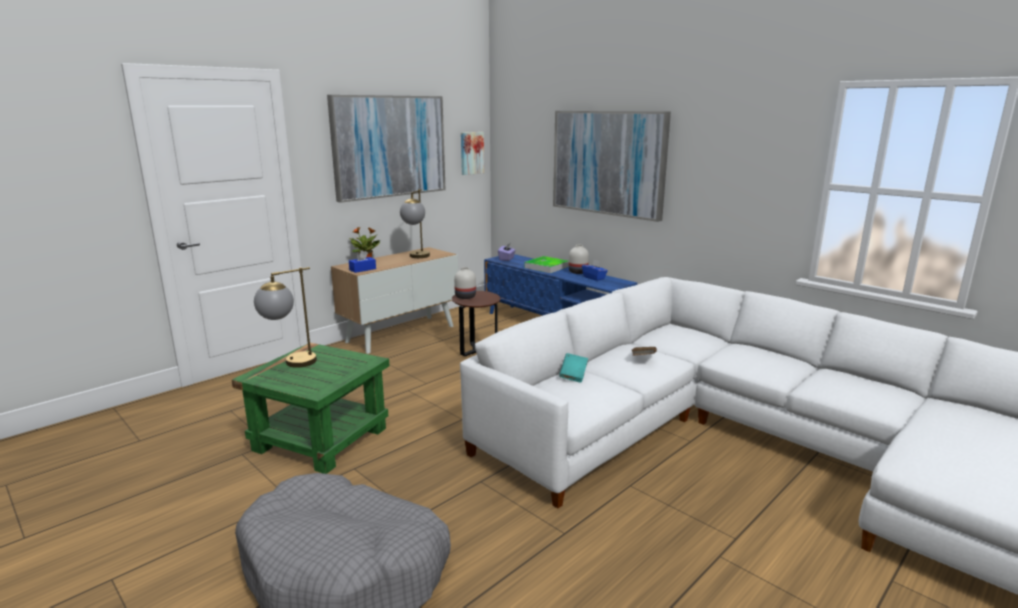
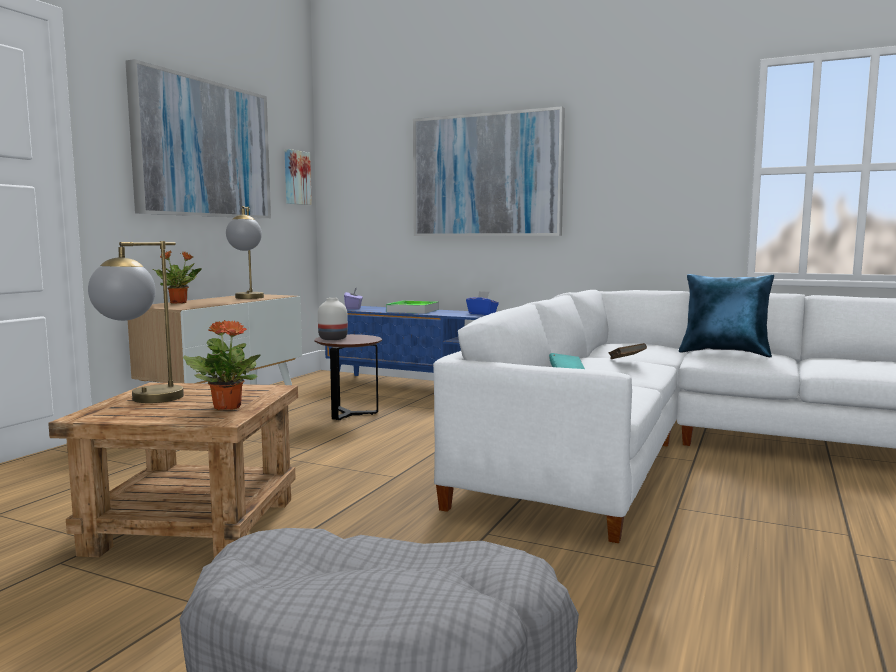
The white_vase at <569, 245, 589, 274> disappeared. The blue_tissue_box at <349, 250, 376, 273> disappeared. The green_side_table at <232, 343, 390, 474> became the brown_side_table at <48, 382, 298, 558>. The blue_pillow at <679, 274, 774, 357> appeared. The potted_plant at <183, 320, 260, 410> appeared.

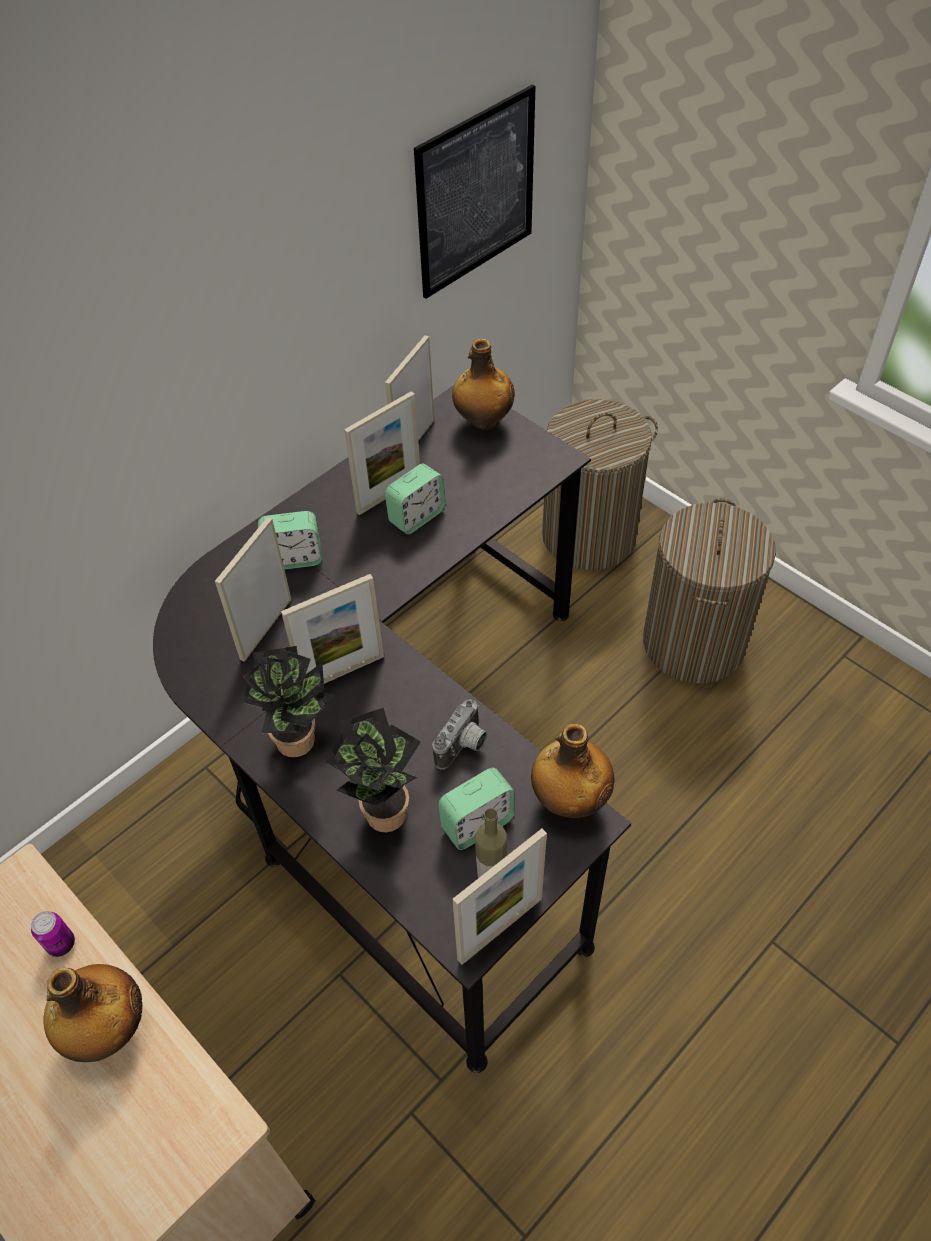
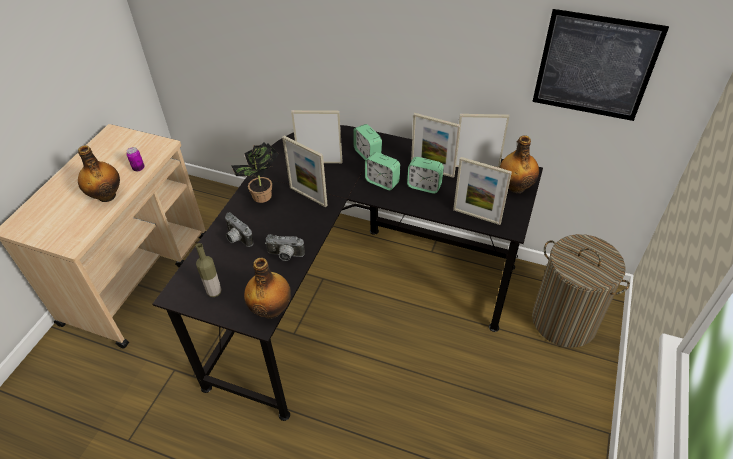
The laundry_basket at <643, 499, 776, 683> disappeared. The potted_plant at <326, 708, 421, 832> was replaced by the photo_camera at <225, 212, 253, 247>. The alarm_clock moved from <438, 768, 515, 850> to <365, 152, 400, 190>. The picture_frame moved from <453, 829, 547, 965> to <453, 157, 512, 225>.

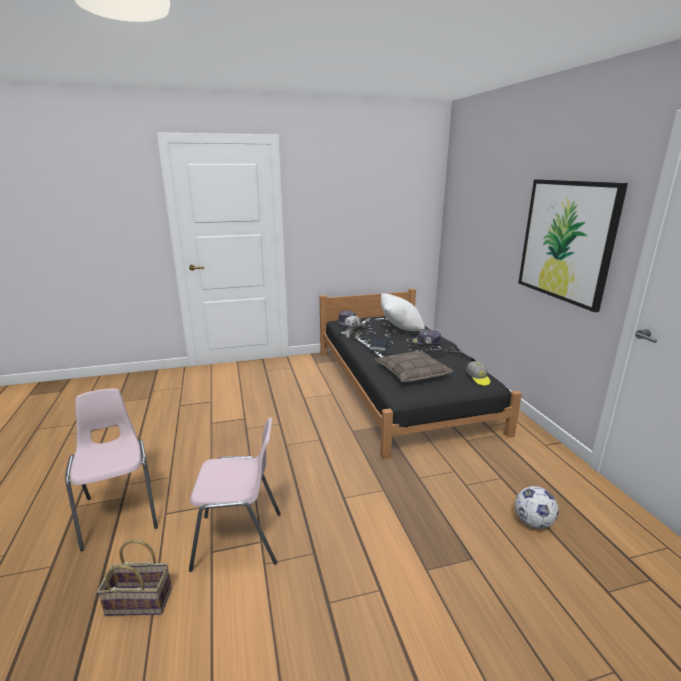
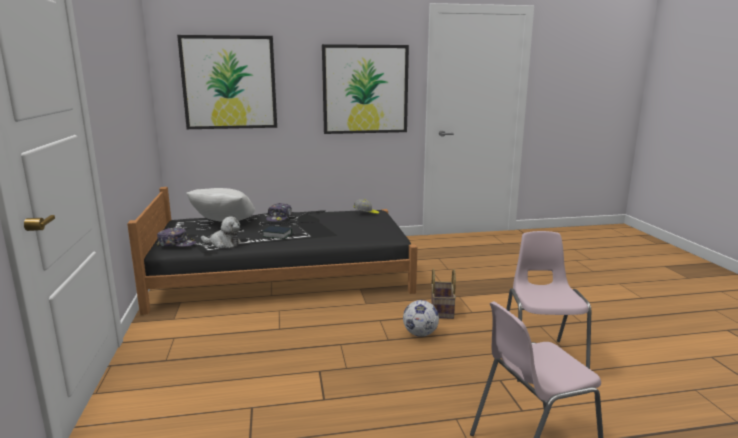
The pillow at <375, 351, 453, 382> disappeared. The football moved from <515, 486, 559, 529> to <403, 300, 439, 337>. The basket moved from <97, 540, 172, 616> to <431, 268, 456, 319>. The picture at <177, 35, 277, 129> appeared.

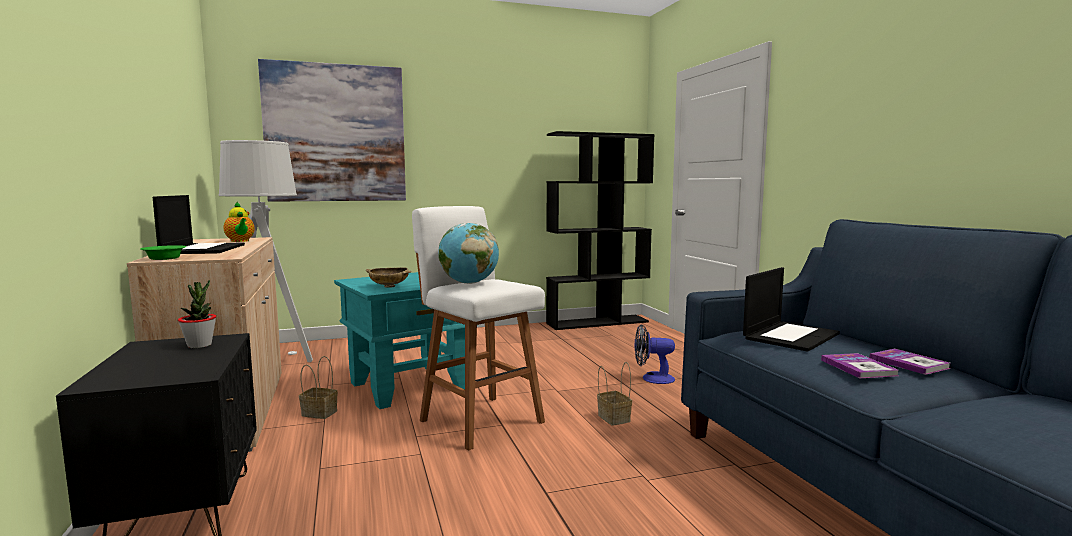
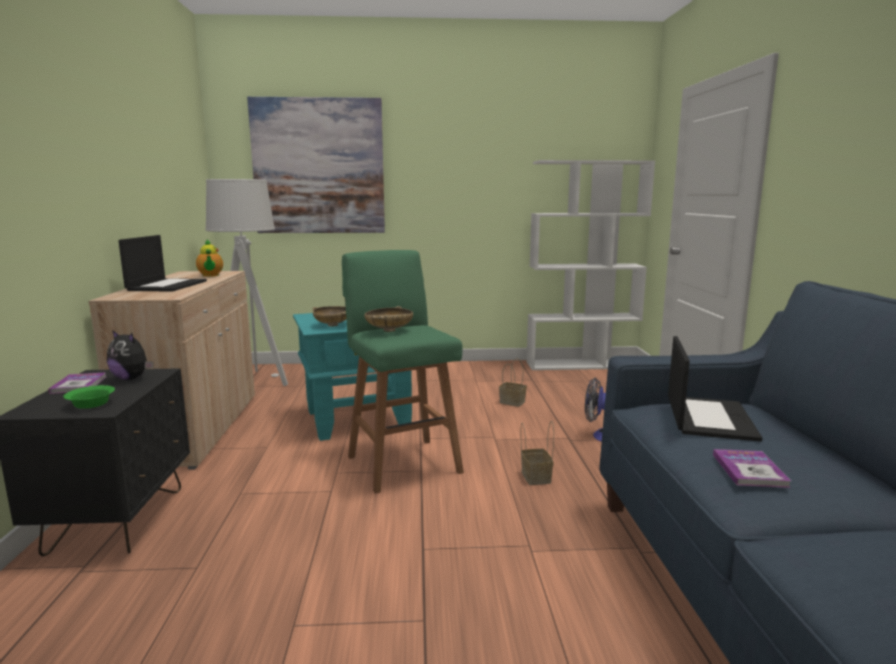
The black_bookcase at <546, 131, 654, 330> became the white_bookcase at <526, 160, 655, 370>. The white_stool at <412, 206, 545, 450> became the green_stool at <342, 250, 464, 494>. The globe at <438, 223, 499, 284> was replaced by the beige_bowl at <364, 306, 413, 332>. The green_bowl moved from <140, 245, 186, 260> to <63, 385, 115, 409>. The laptop at <743, 267, 840, 352> turned 45 degrees counterclockwise. The potted_plant at <178, 280, 216, 348> was replaced by the plush_toy at <107, 330, 153, 380>. The book moved from <869, 349, 950, 375> to <48, 372, 106, 394>. The basket moved from <299, 356, 338, 419> to <499, 358, 527, 407>.

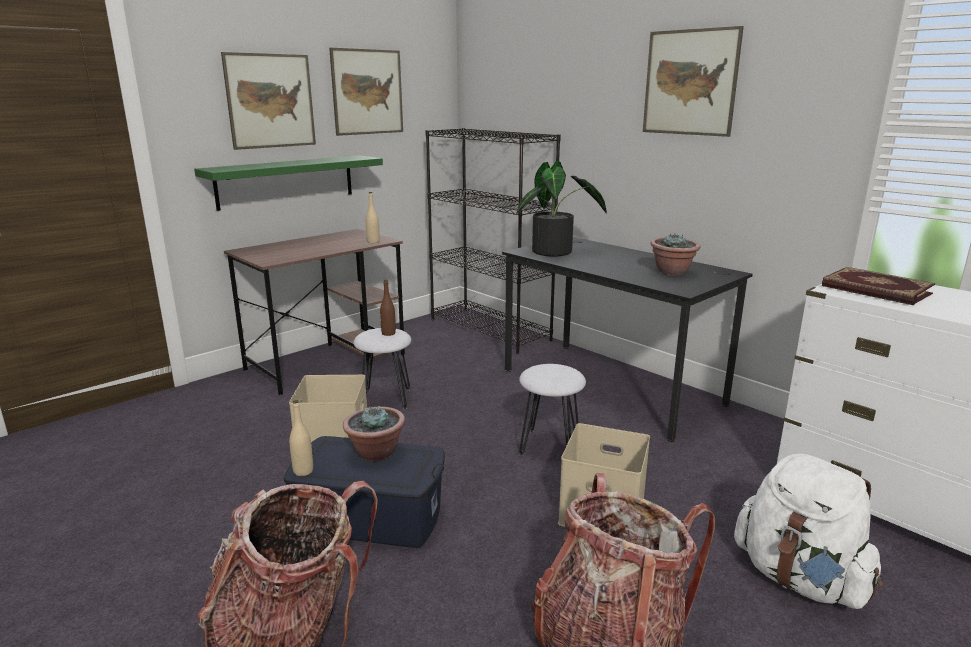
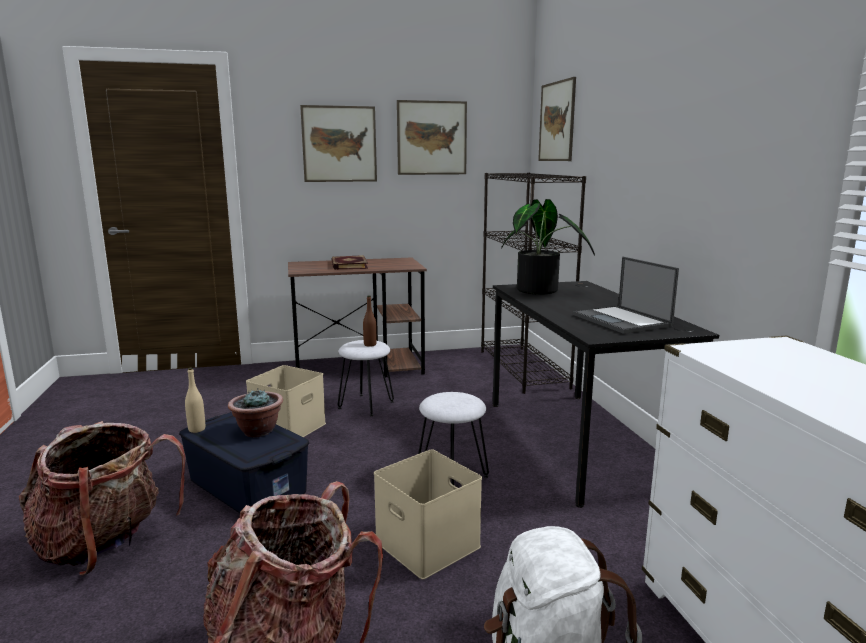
The picture moved from <643, 26, 744, 137> to <538, 77, 576, 161>. The green_shelf at <194, 155, 383, 211> disappeared. The beige_bottle at <366, 192, 380, 243> disappeared. The potted_plant at <650, 234, 701, 276> was replaced by the laptop at <573, 257, 679, 334>. The book moved from <822, 267, 935, 305> to <331, 255, 368, 270>.

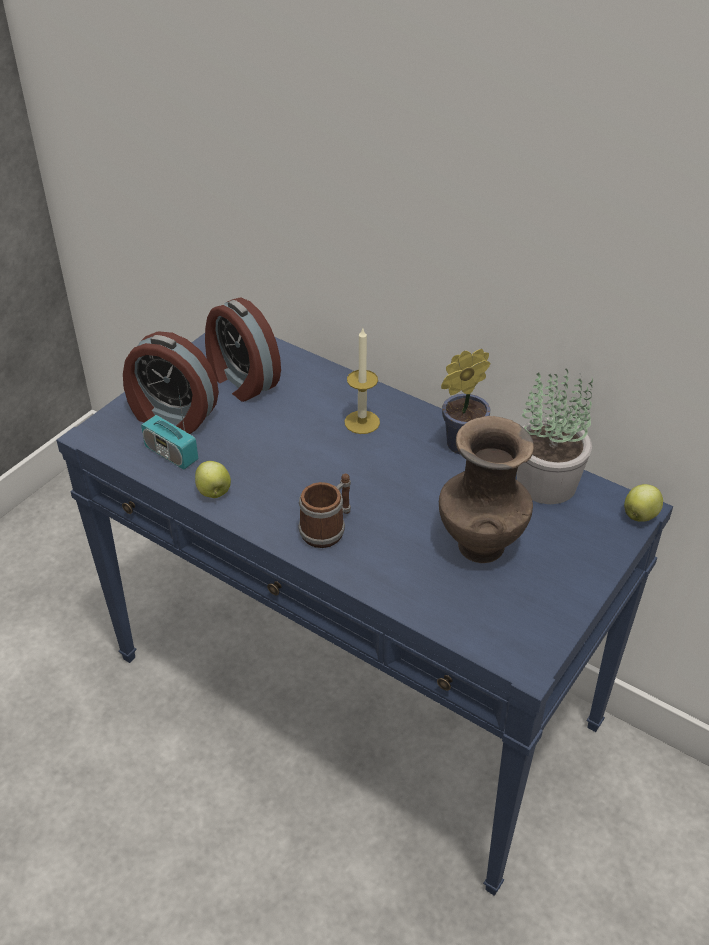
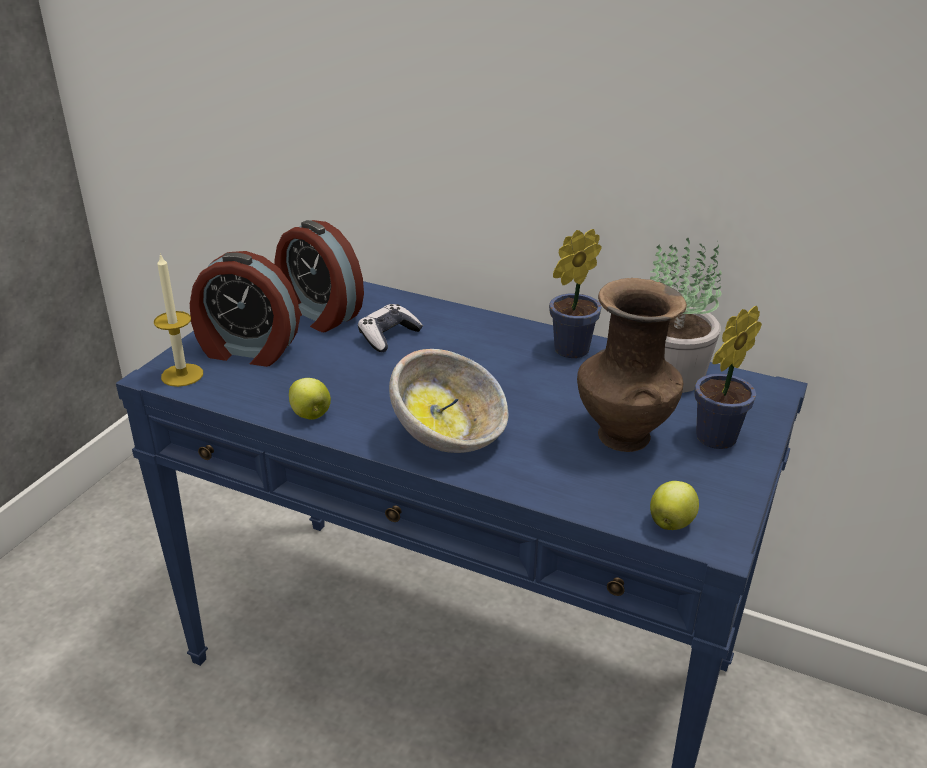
The candle moved from <345, 328, 380, 434> to <154, 253, 203, 387>. The radio at <141, 389, 198, 470> disappeared. The mug at <298, 473, 351, 548> was replaced by the bowl at <389, 349, 508, 453>. The apple moved from <624, 484, 663, 522> to <650, 481, 699, 530>. The game_controller at <358, 304, 423, 352> appeared. The potted_plant at <695, 306, 762, 449> appeared.

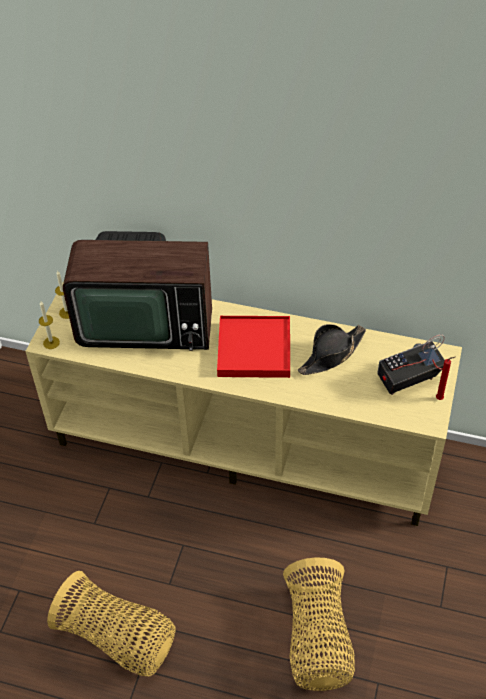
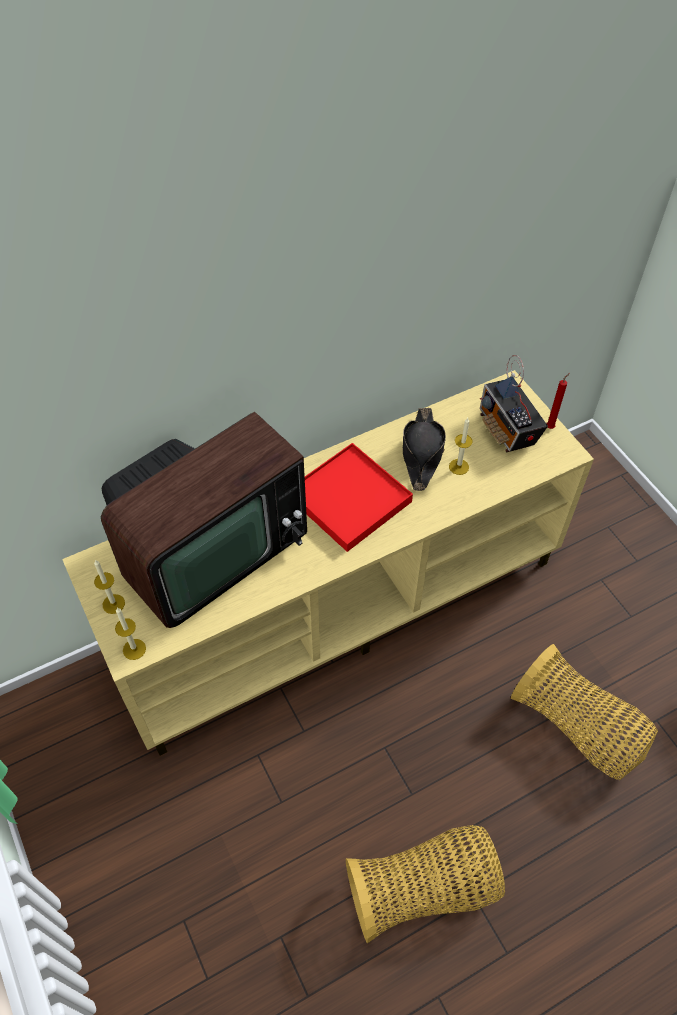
The radio at <377, 334, 445, 395> turned 45 degrees counterclockwise. The candle at <449, 418, 472, 475> appeared.

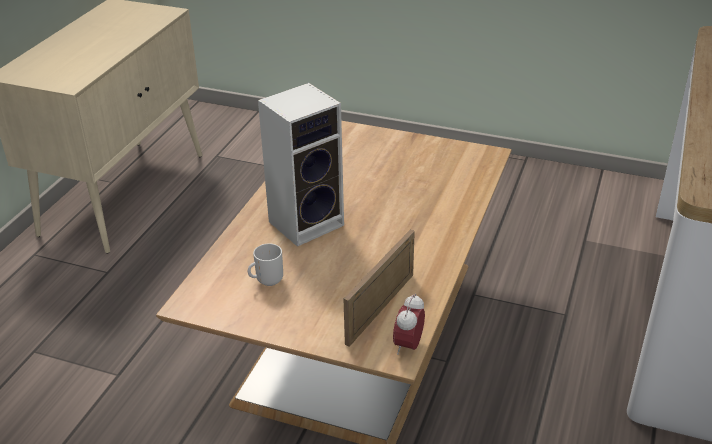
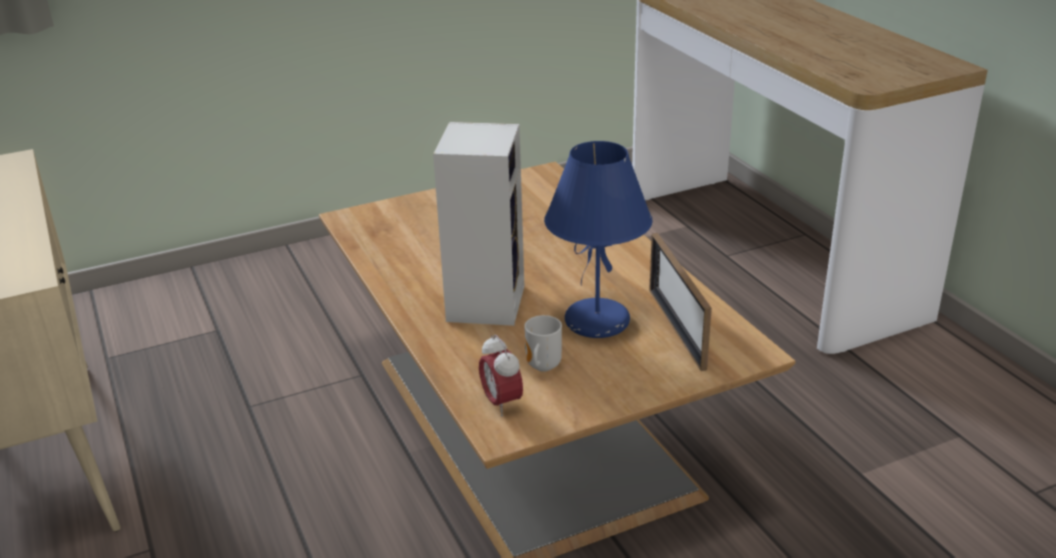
The alarm_clock moved from <393, 293, 425, 355> to <479, 334, 523, 416>. The blue_table_lamp at <544, 141, 653, 338> appeared.

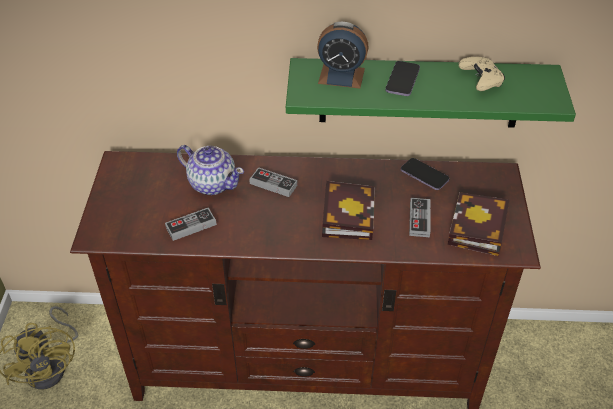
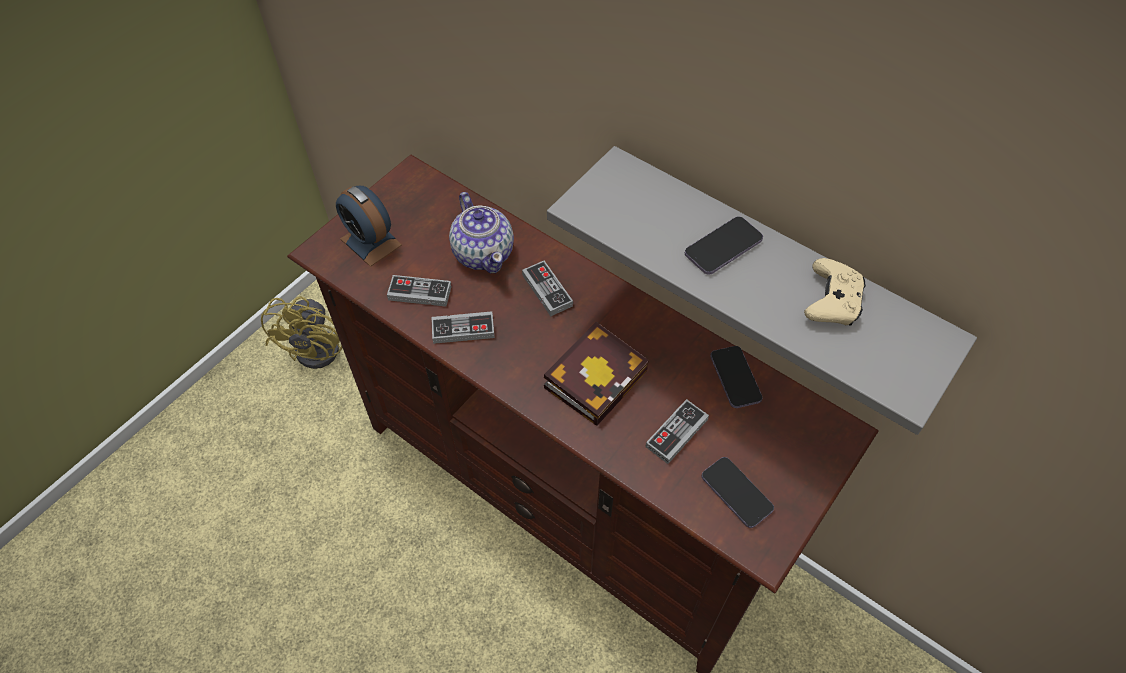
The alarm_clock moved from <317, 22, 369, 88> to <336, 186, 402, 267>. The green_shelf at <286, 58, 576, 128> became the grey_shelf at <547, 146, 977, 435>. The book at <448, 192, 509, 256> was replaced by the phone at <702, 457, 774, 528>. The game_controller at <432, 311, 495, 344> appeared.

